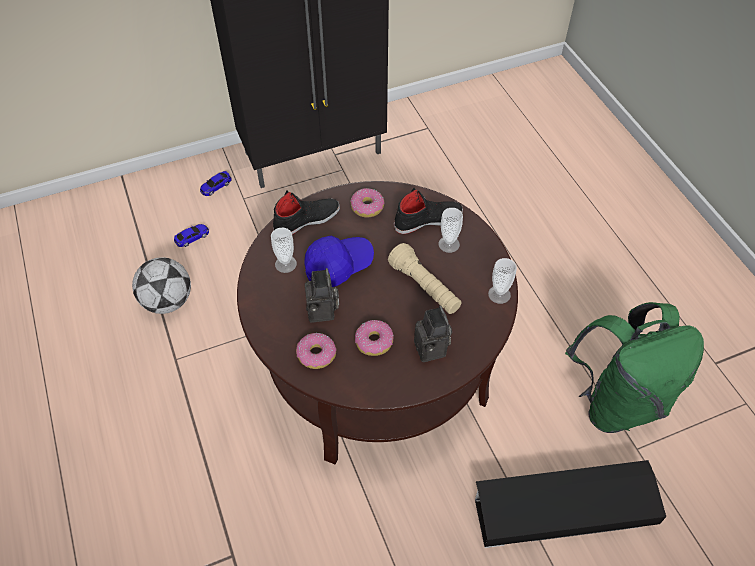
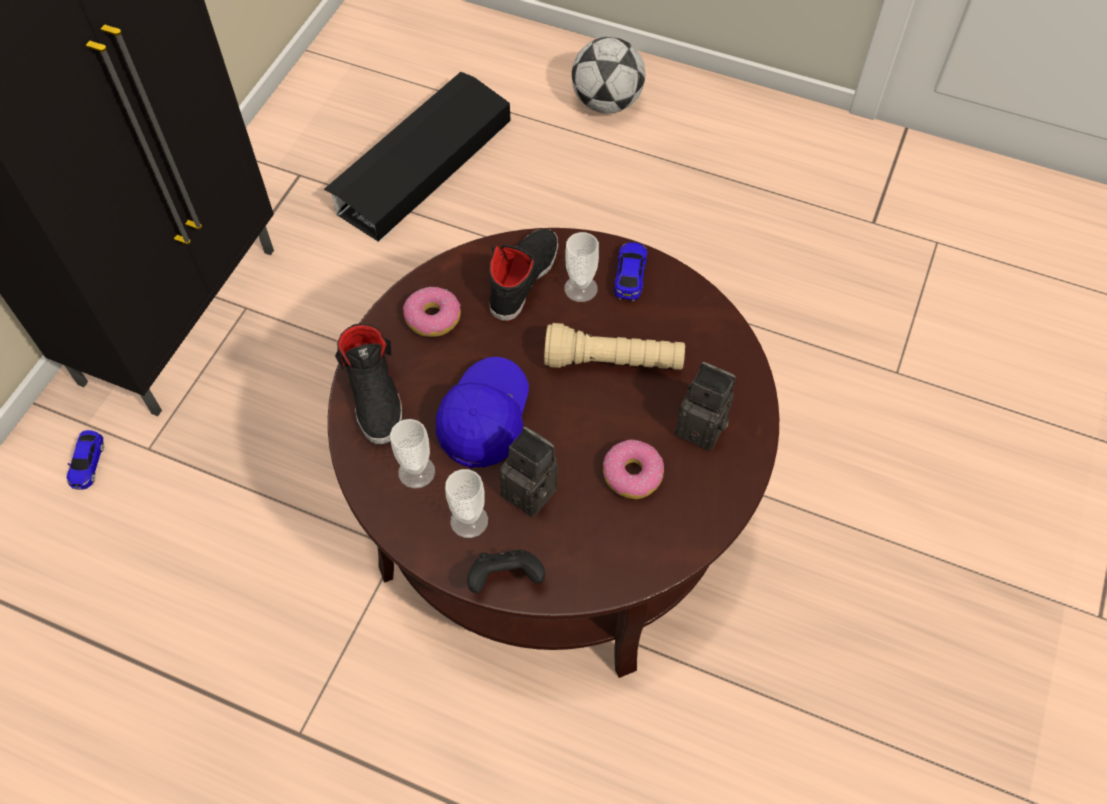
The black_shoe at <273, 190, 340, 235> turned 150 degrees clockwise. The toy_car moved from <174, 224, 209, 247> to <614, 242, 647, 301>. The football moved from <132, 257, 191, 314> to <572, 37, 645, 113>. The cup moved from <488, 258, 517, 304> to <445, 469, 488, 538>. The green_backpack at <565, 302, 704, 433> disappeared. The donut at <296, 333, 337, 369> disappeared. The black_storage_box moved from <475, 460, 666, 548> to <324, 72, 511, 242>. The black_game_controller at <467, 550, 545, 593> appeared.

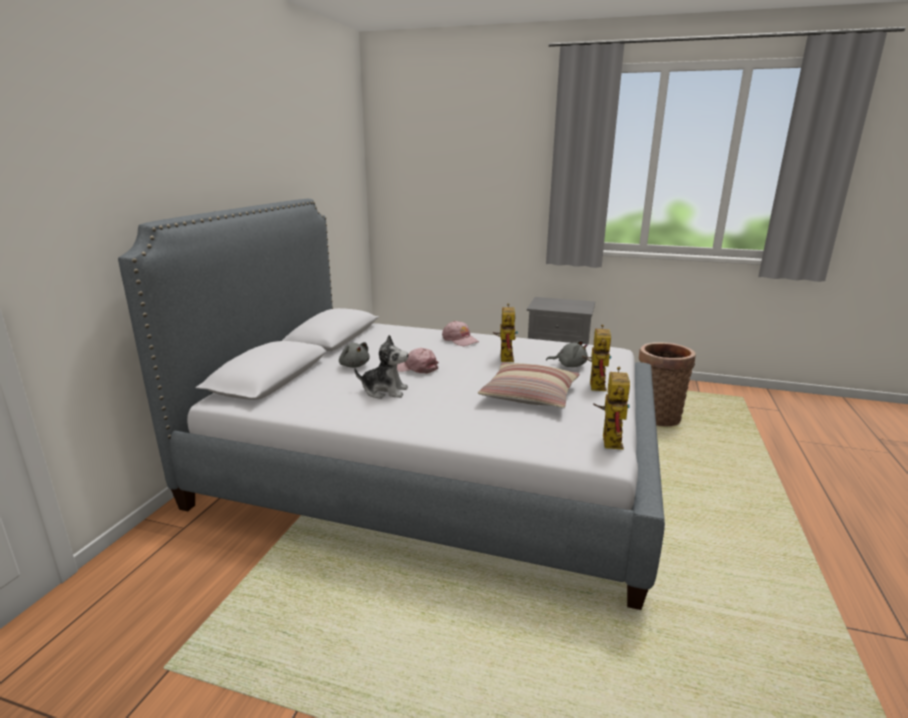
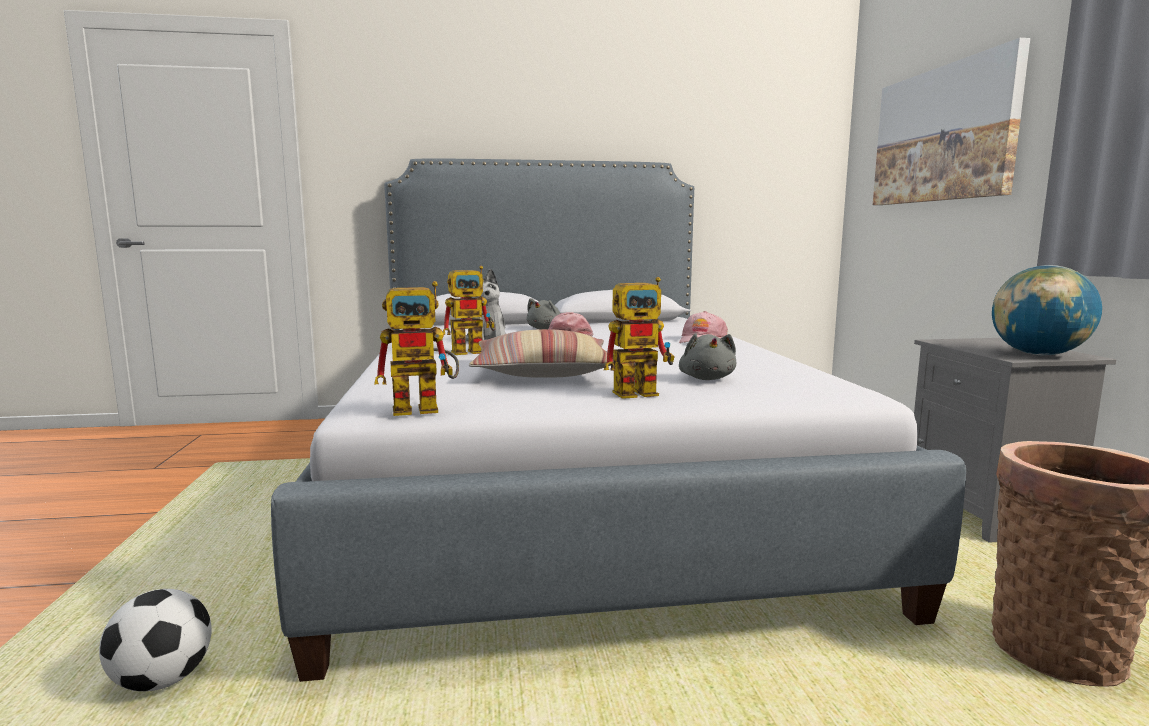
The toy_robot moved from <493, 303, 518, 362> to <443, 266, 496, 355>. The picture at <873, 38, 1030, 205> appeared. The globe at <992, 265, 1102, 355> appeared. The football at <99, 589, 212, 692> appeared.

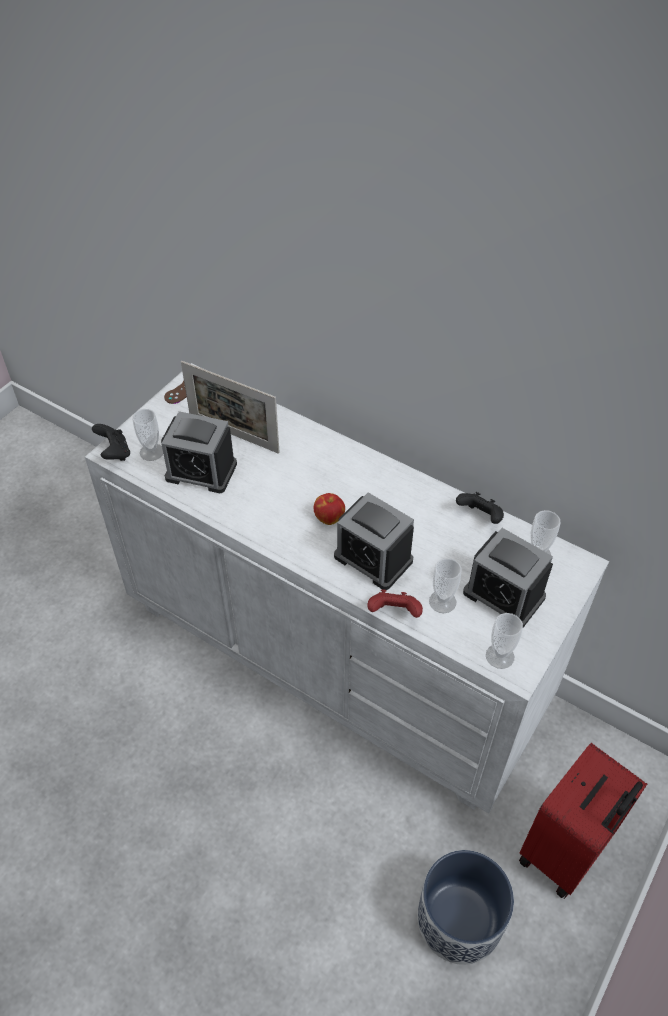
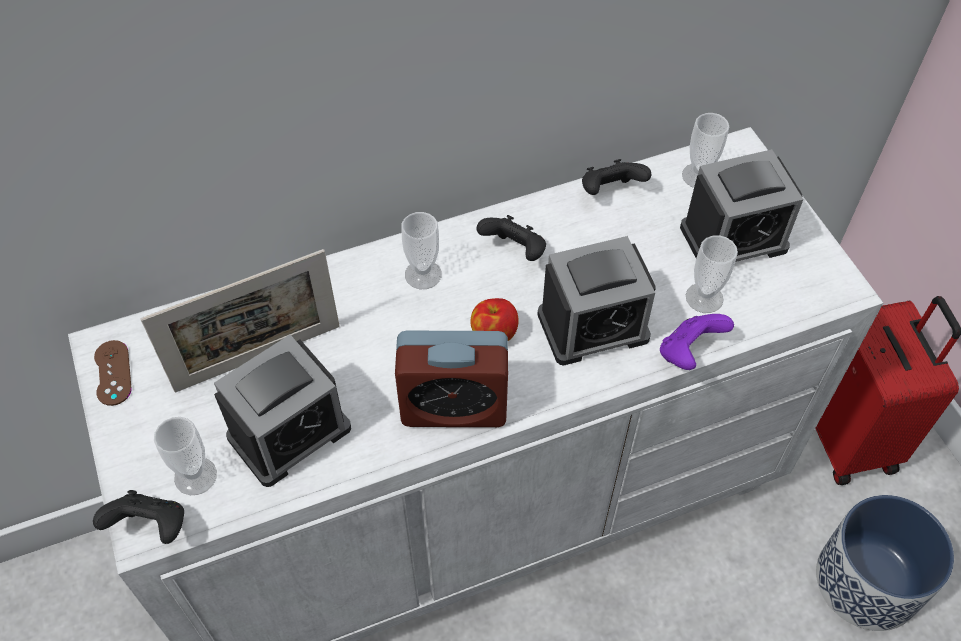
The red_game_controller at <367, 589, 423, 618> became the purple_game_controller at <660, 314, 734, 370>. The cup moved from <486, 613, 523, 669> to <401, 212, 442, 289>. The black_game_controller at <477, 215, 546, 261> appeared. The alarm_clock at <395, 331, 508, 427> appeared.

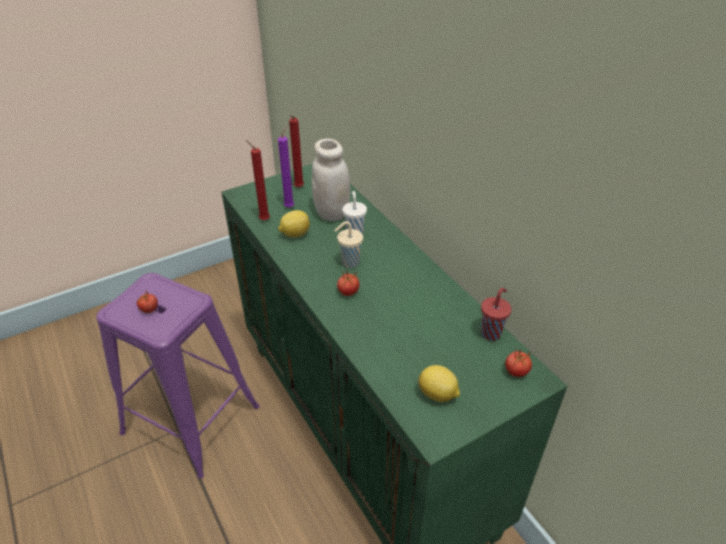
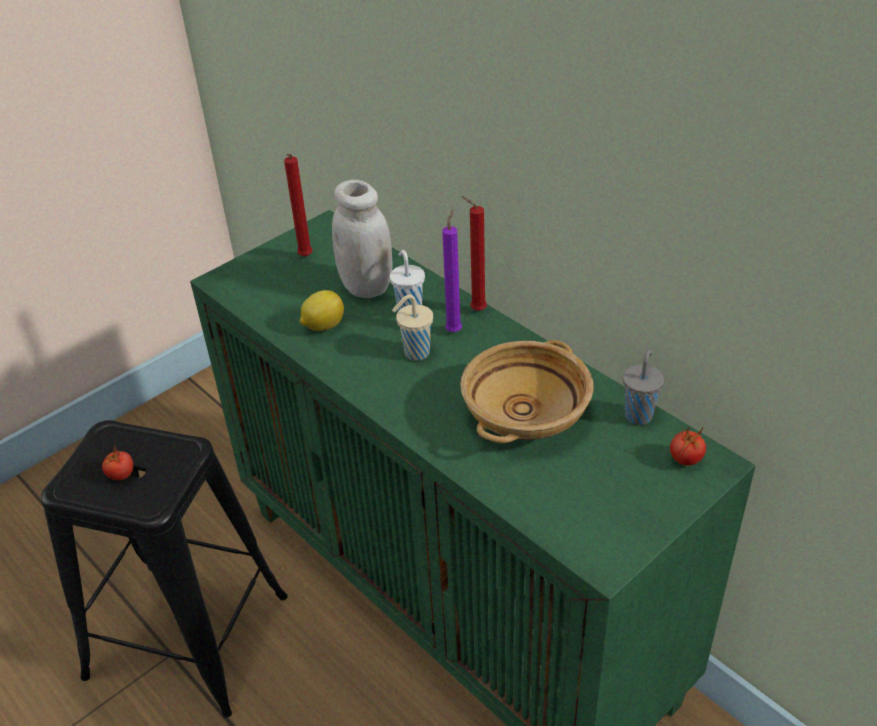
The purple_candle moved from <278, 126, 294, 208> to <442, 209, 462, 332>. The red_candle moved from <246, 140, 270, 220> to <462, 196, 487, 311>. The tomato at <337, 270, 360, 296> disappeared. The purple_stool at <96, 273, 260, 478> became the black_stool at <41, 420, 288, 718>. The red_cup at <481, 288, 511, 341> became the grey_cup at <623, 350, 664, 425>. The lemon at <419, 365, 460, 402> disappeared. The beige_bowl at <460, 340, 594, 443> appeared.

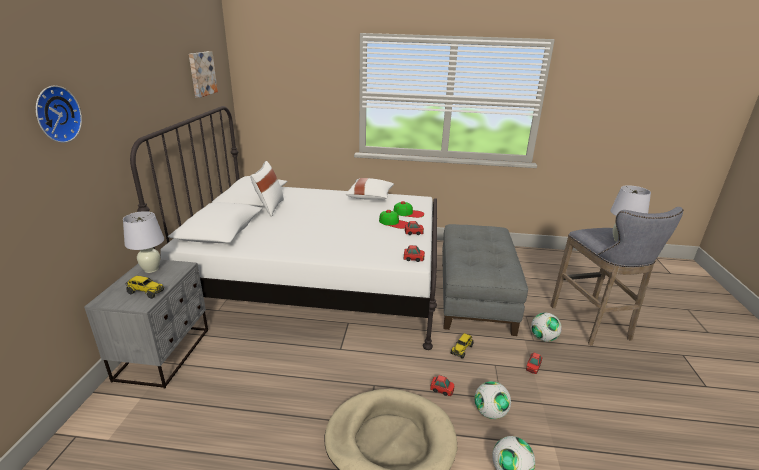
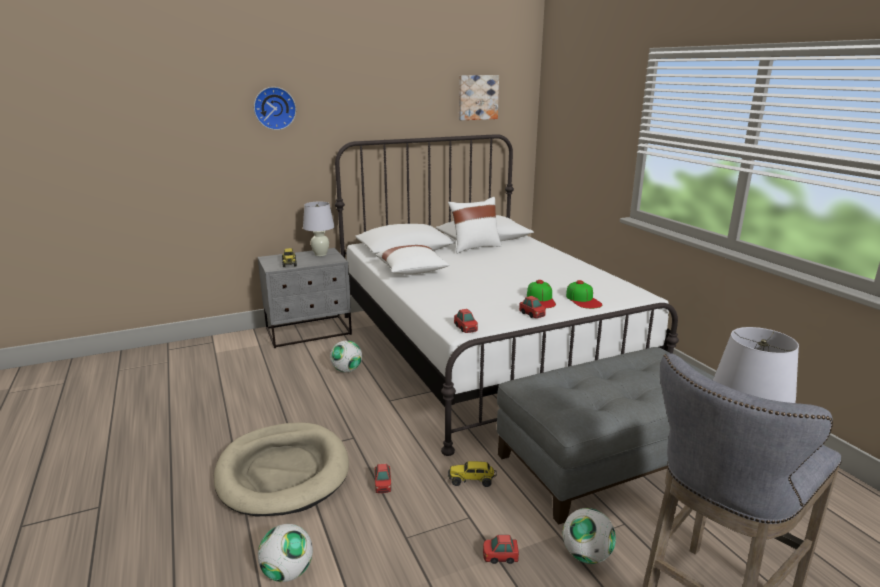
The white_pillow moved from <346, 178, 394, 200> to <376, 245, 450, 275>. The football moved from <474, 381, 511, 419> to <330, 340, 362, 372>.

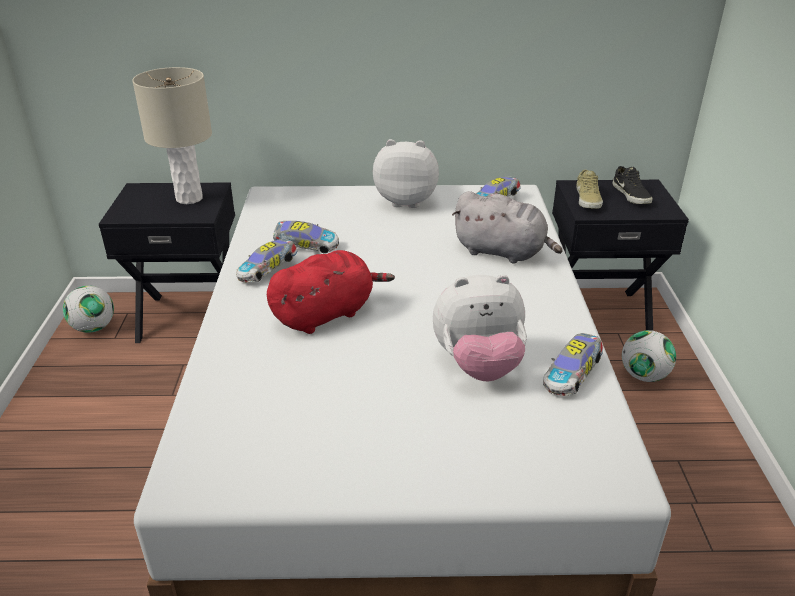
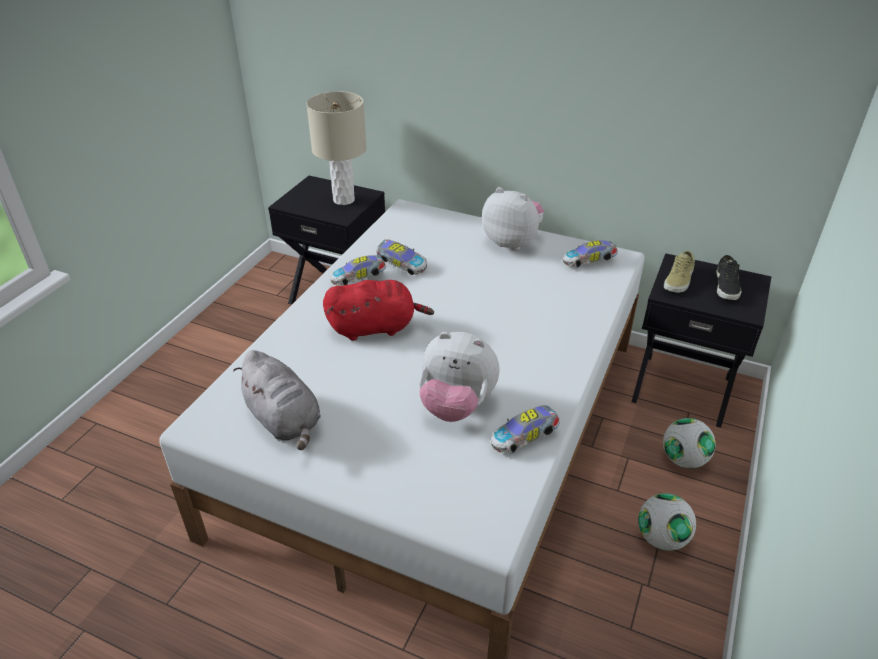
The grey_plush_toy moved from <452, 191, 562, 264> to <233, 350, 321, 450>. The football moved from <63, 286, 114, 333> to <638, 493, 696, 551>.

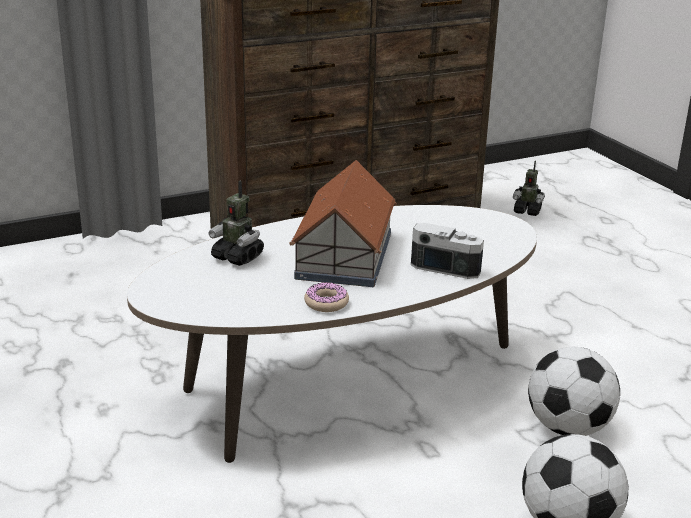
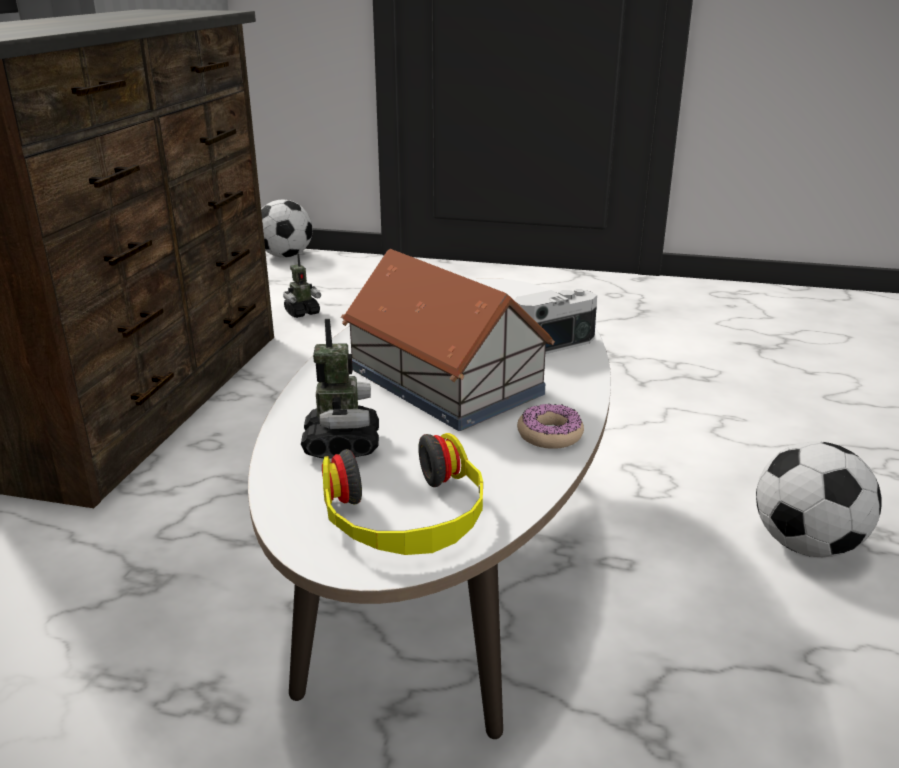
The toy_robot at <208, 181, 264, 266> turned 75 degrees counterclockwise. The football moved from <528, 346, 620, 436> to <261, 200, 313, 258>. The headphones at <322, 433, 483, 555> appeared.

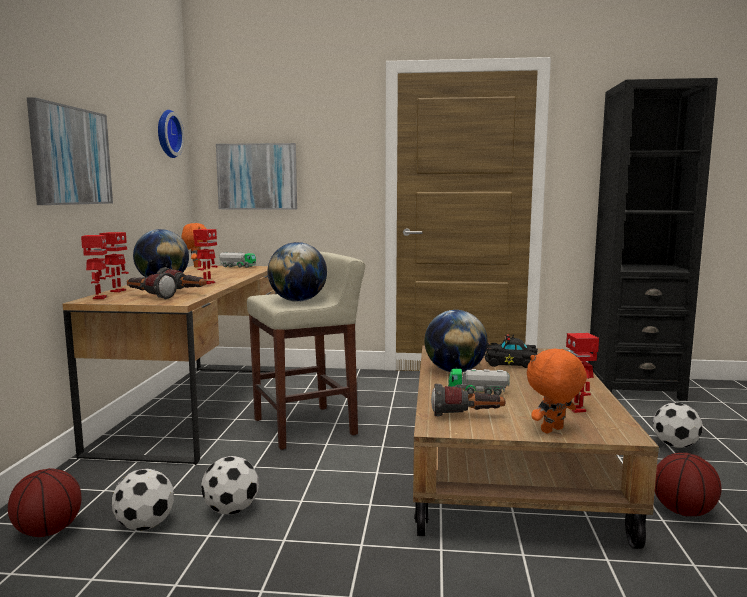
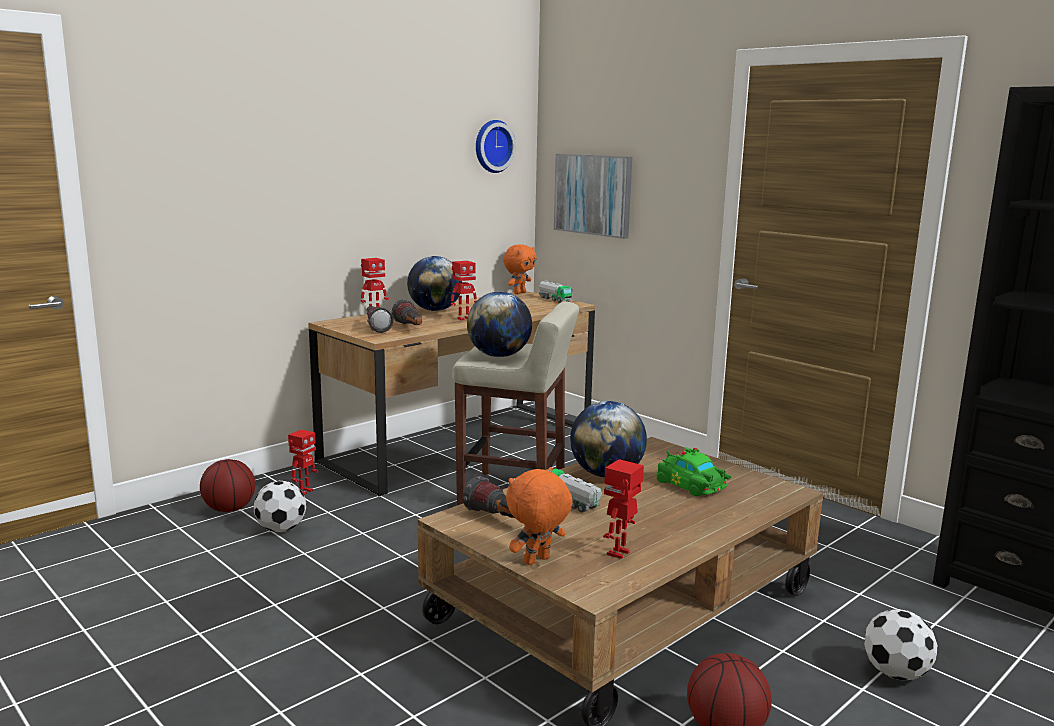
The picture at <27, 97, 113, 205> disappeared. The toy_robot moved from <81, 235, 107, 299> to <288, 430, 318, 495>. The black_toy_car at <485, 334, 538, 368> became the green_toy_car at <656, 447, 731, 496>. The orange_plush_toy at <527, 349, 587, 433> turned 45 degrees counterclockwise. The football at <201, 456, 259, 515> disappeared.

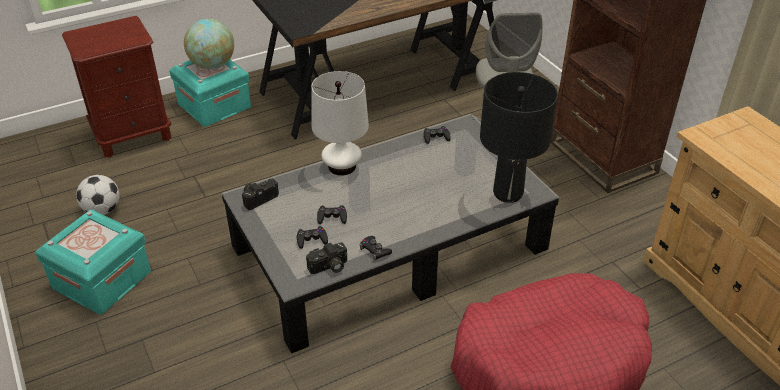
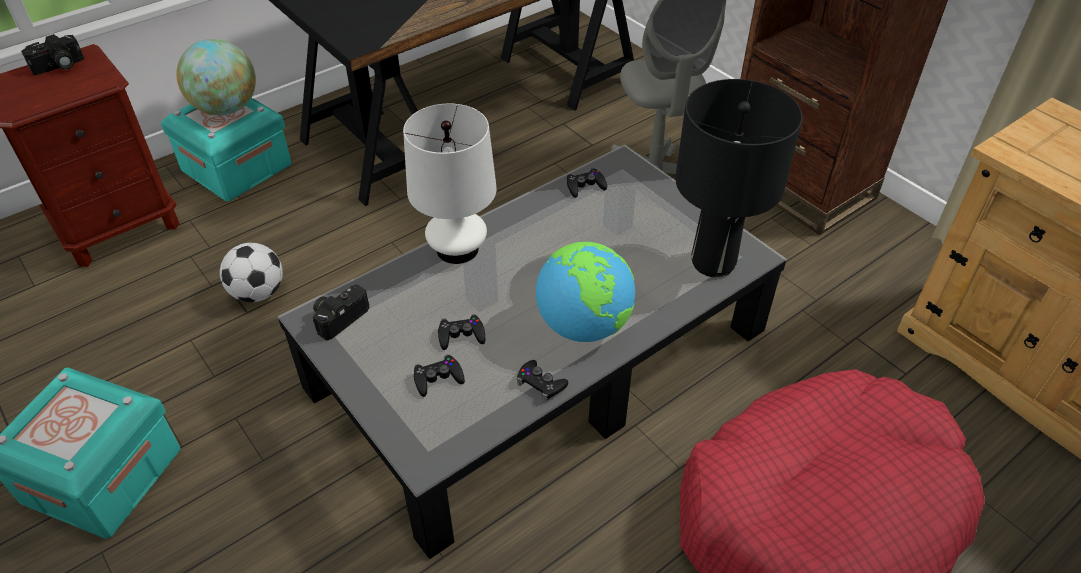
The football moved from <76, 175, 120, 215> to <220, 243, 283, 302>. The photo_camera moved from <306, 243, 347, 274> to <21, 34, 84, 75>. The globe at <536, 242, 635, 342> appeared.

